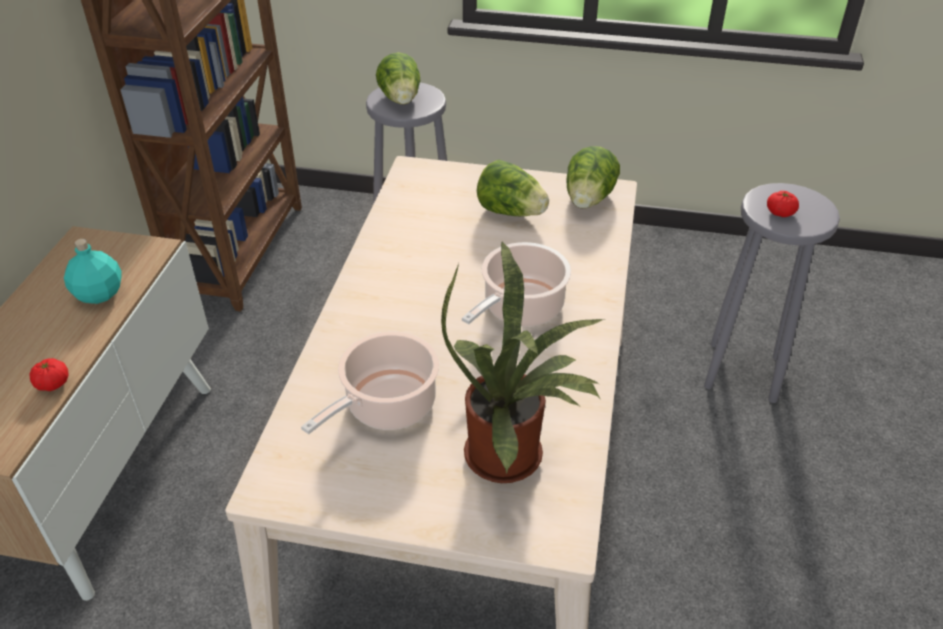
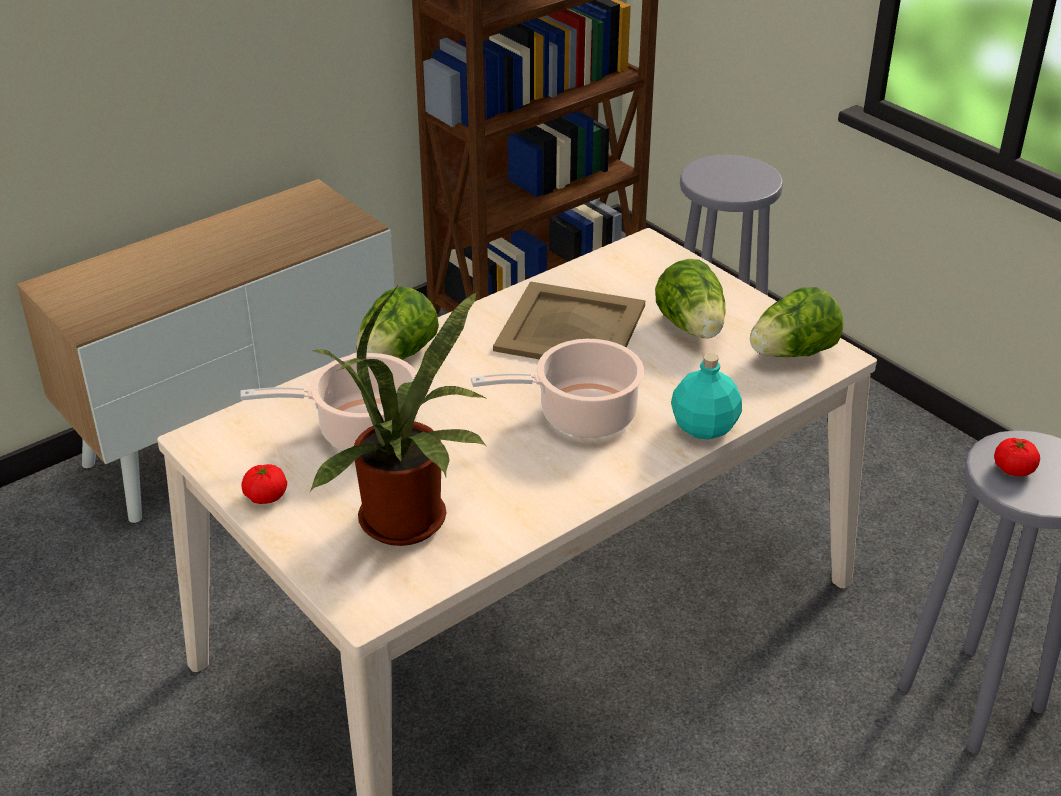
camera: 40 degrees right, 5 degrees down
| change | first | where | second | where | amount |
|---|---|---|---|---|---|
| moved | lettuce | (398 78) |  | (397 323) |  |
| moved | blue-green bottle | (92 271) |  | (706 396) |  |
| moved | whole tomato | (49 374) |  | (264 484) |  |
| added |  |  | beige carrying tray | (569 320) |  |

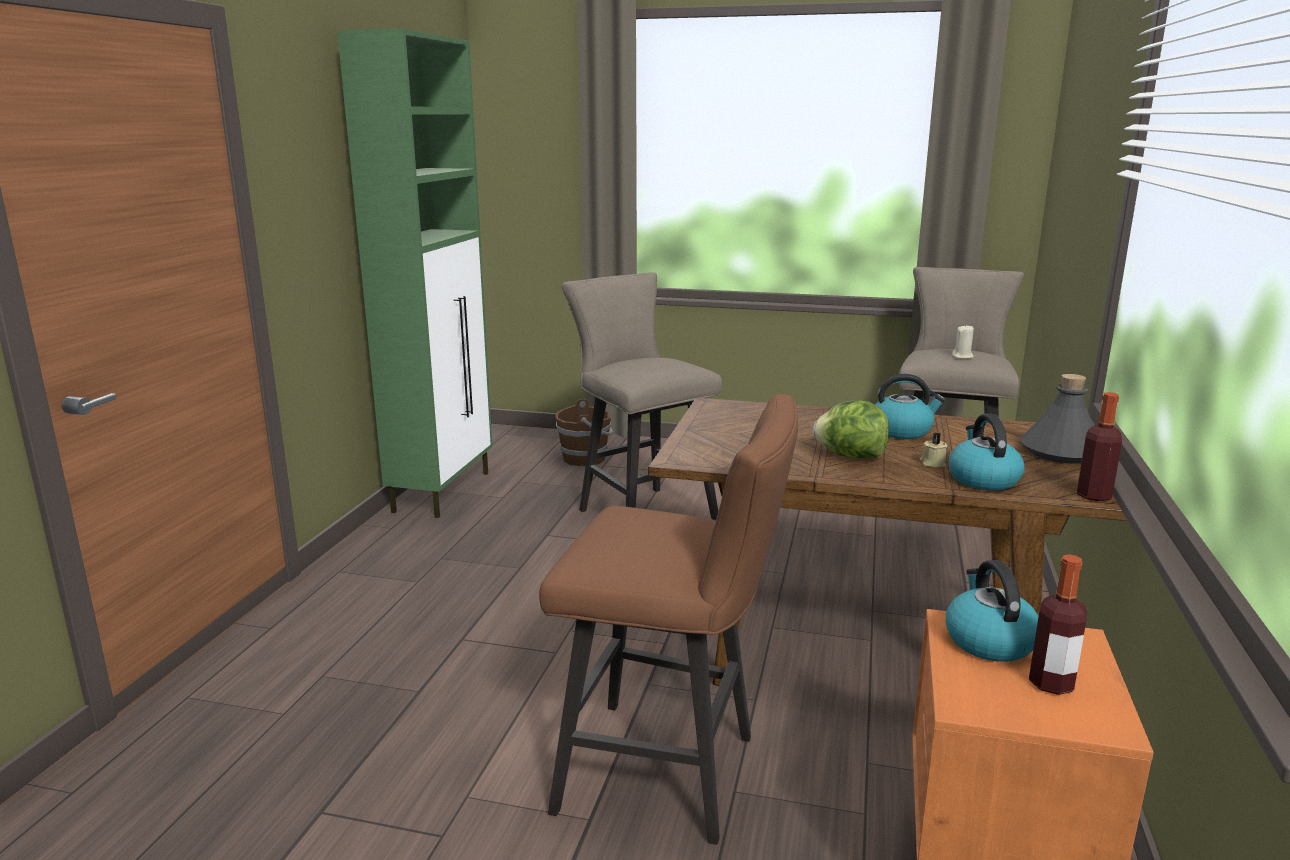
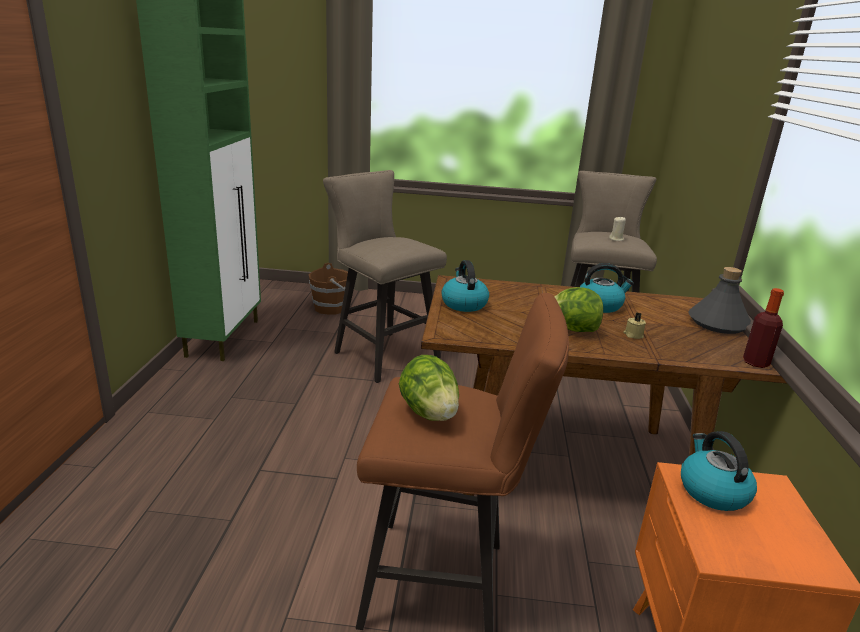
camera: 10 degrees left, 5 degrees up
| change | first | where | second | where | amount |
|---|---|---|---|---|---|
| moved | tea kettle | (987 452) |  | (465 286) |  |
| removed | bottle | (1058 624) |  |  |  |
| added |  |  | lettuce | (429 388) |  |

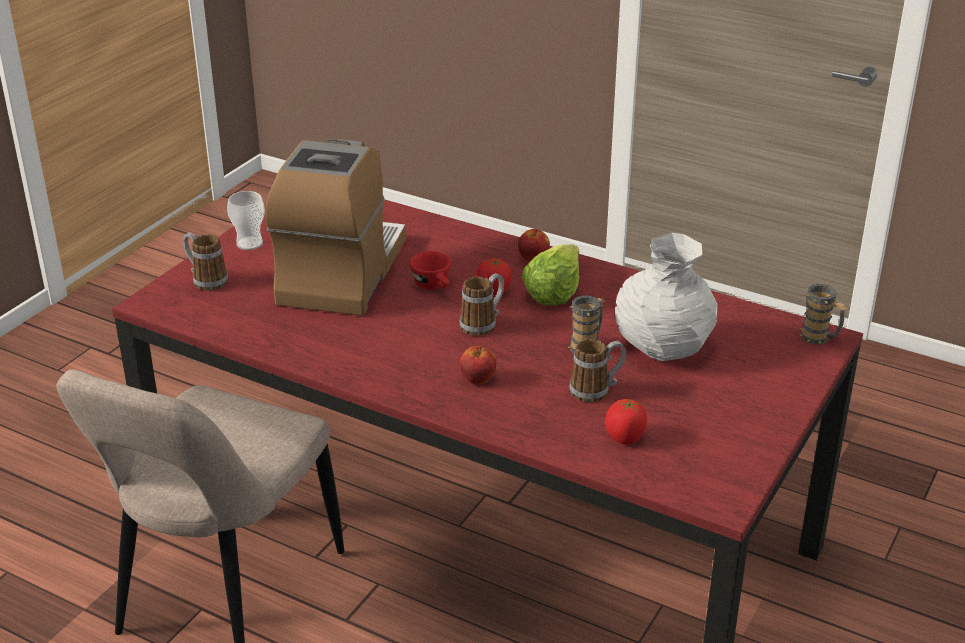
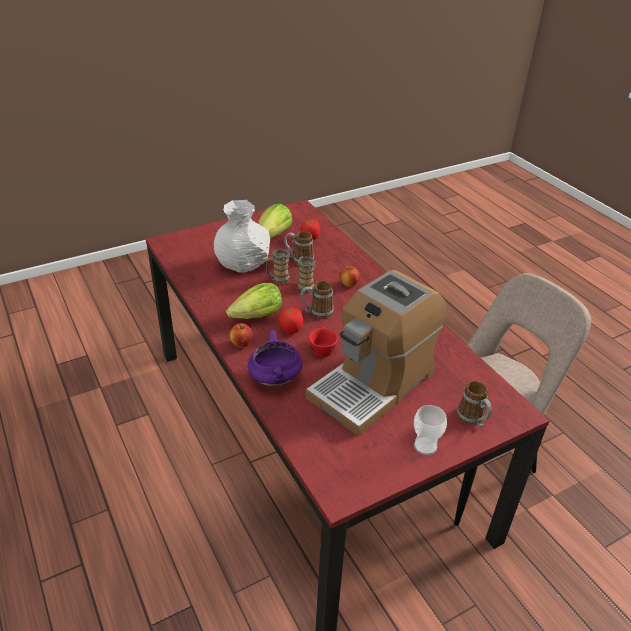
camera: 150 degrees left, 5 degrees up
| change | first | where | second | where | amount |
|---|---|---|---|---|---|
| moved | mug | (823 314) |  | (306 274) |  |
| added |  |  | lettuce | (275 221) |  |
| added |  |  | purple stockpot | (275 358) |  |

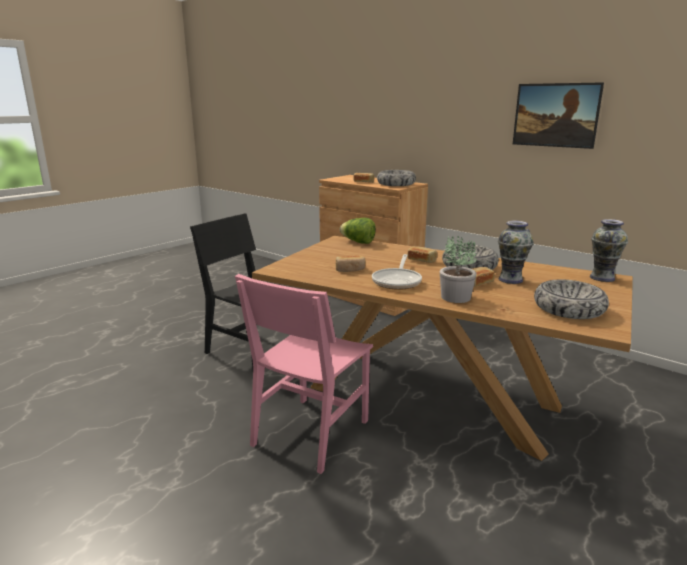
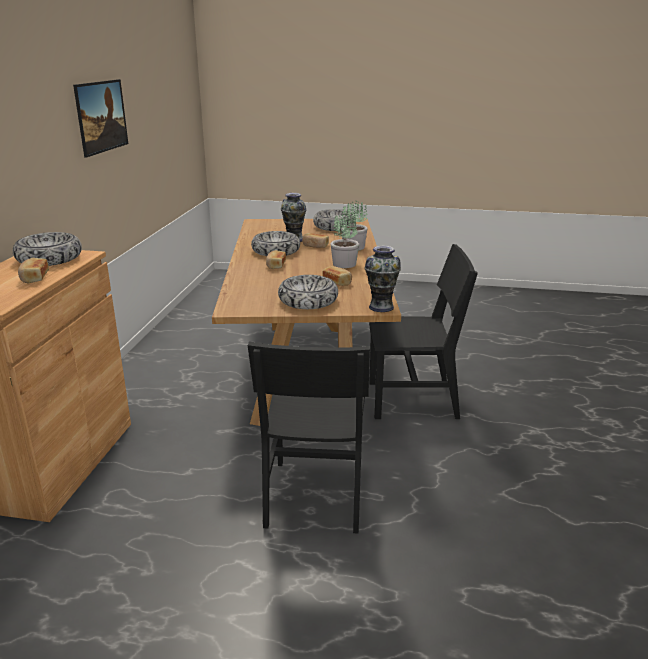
camera: 120 degrees left, 5 degrees up
| change | first | where | second | where | amount |
|---|---|---|---|---|---|
| removed | lettuce | (358 231) |  |  |  |
| moved | decorative vase | (609 250) |  | (383 279) |  |
| replaced | frying pan | (397 272) | plant in a pot | (345 239) |  |
| recoloured | pink plain chair | (304 374) | black-coloured plain chair | (423 331) |  |
| added |  |  | bowl | (308 292) |  |

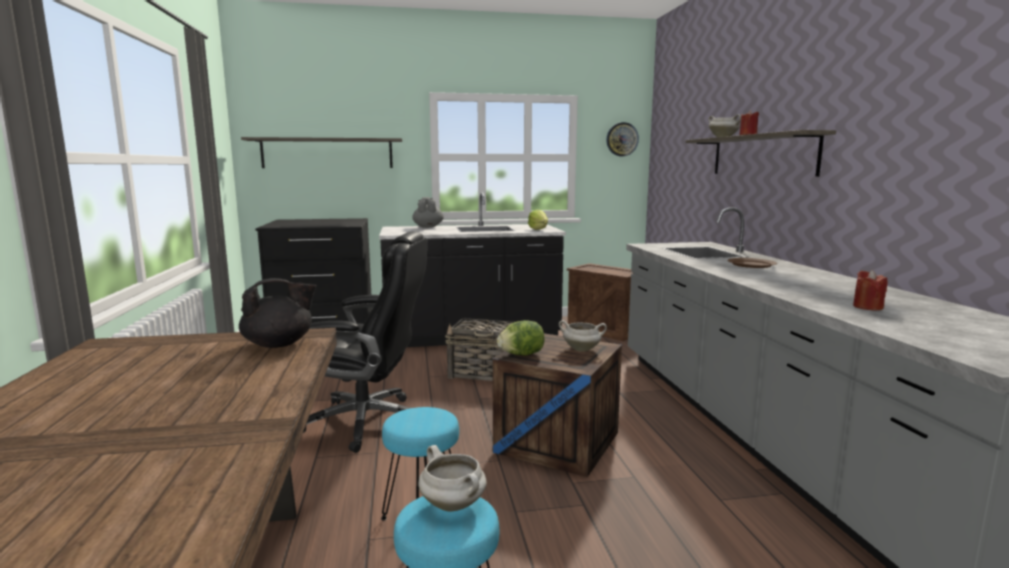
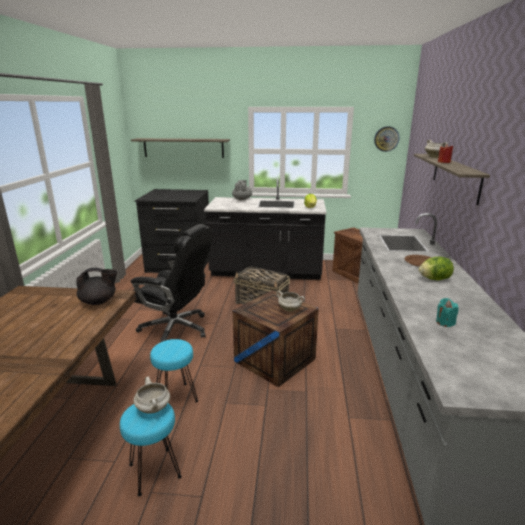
camera: 15 degrees right, 10 degrees up
| change | first | where | second | where | amount |
|---|---|---|---|---|---|
| recoloured | red wax candle | (870 290) | blue-green wax candle | (447 312) |  |
| moved | lettuce | (521 338) |  | (436 269) |  |

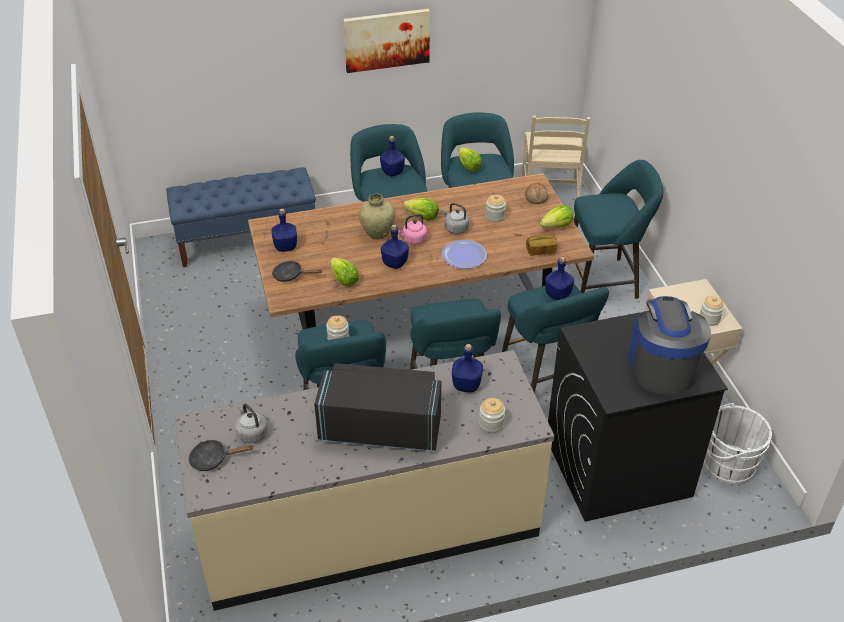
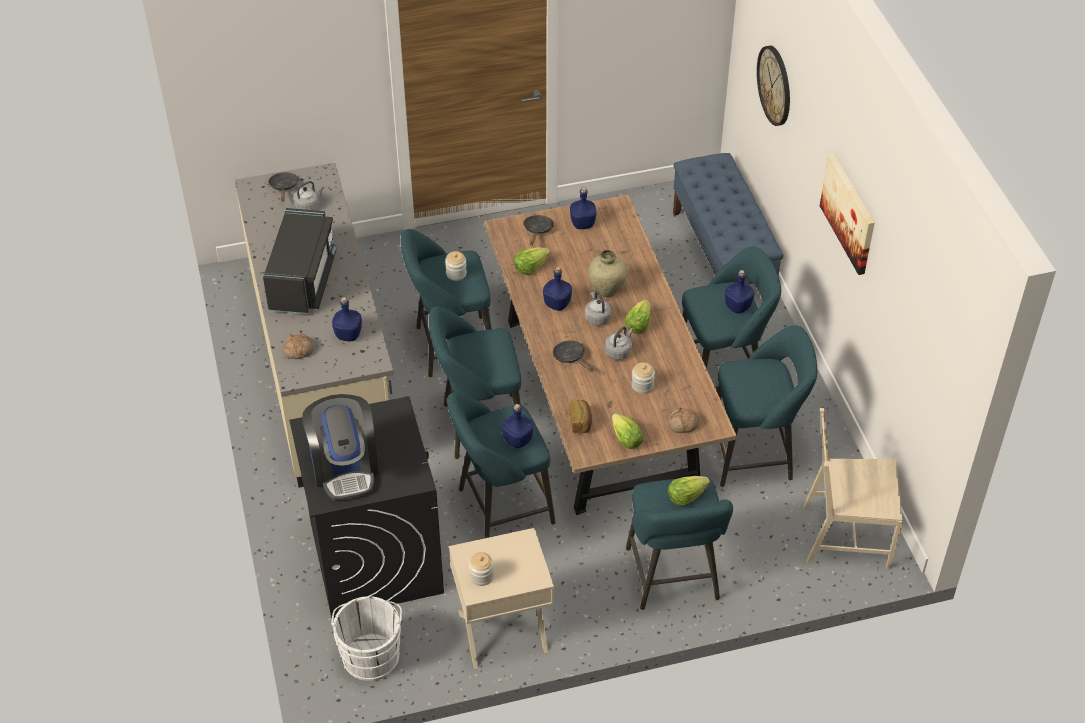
camera: 90 degrees right, 5 degrees up
| change | first | where | second | where | amount |
|---|---|---|---|---|---|
| moved | lettuce | (470 159) |  | (689 491) |  |
| recoloured | pink tea kettle | (412 229) | grey tea kettle | (598 308) |  |
| replaced | plate | (464 254) | black-coloured frying pan | (573 356) |  |
| turned | coffee machine | (669 345) |  | (340 447) | 75 degrees clockwise |
| replaced | jar | (492 415) | bread | (298 346) |  |
| added |  |  | hanging clock | (773 85) |  |

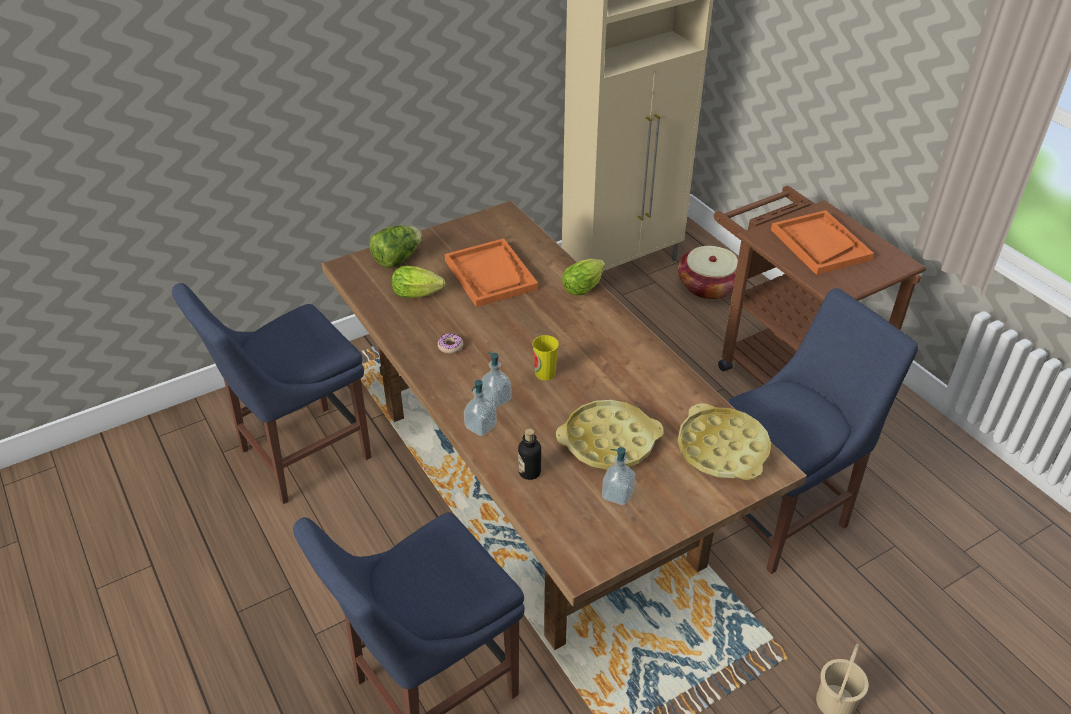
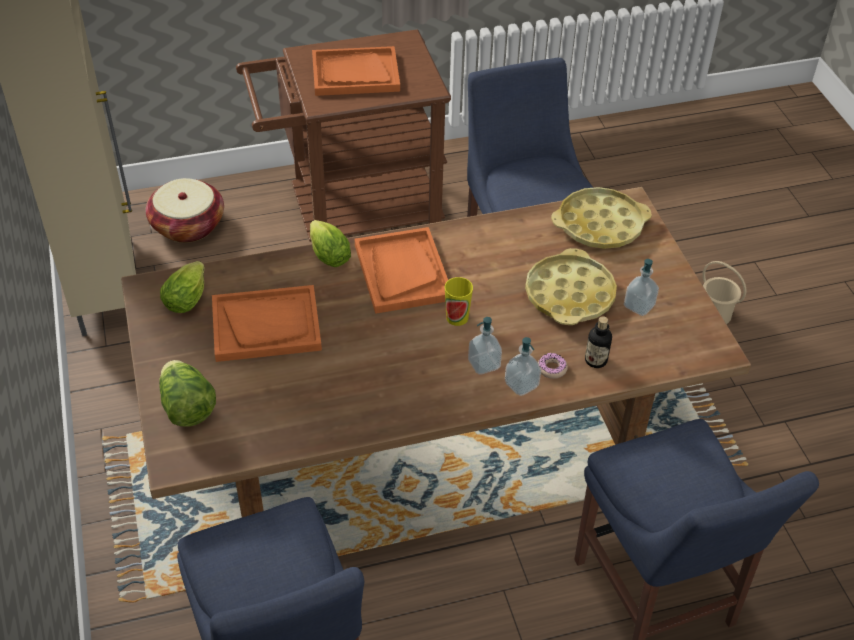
camera: 75 degrees left, 5 degrees up
| change | first | where | second | where | amount |
|---|---|---|---|---|---|
| moved | lettuce | (418 282) |  | (182 287) |  |
| moved | ring doughnut | (450 343) |  | (553 366) |  |
| added |  |  | orange-coloured carrying tray | (401 270) |  |

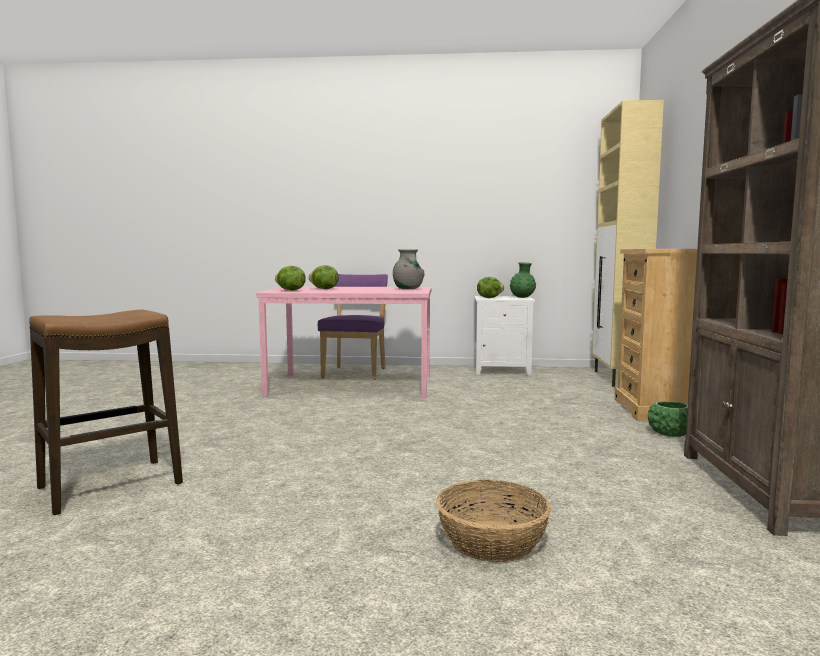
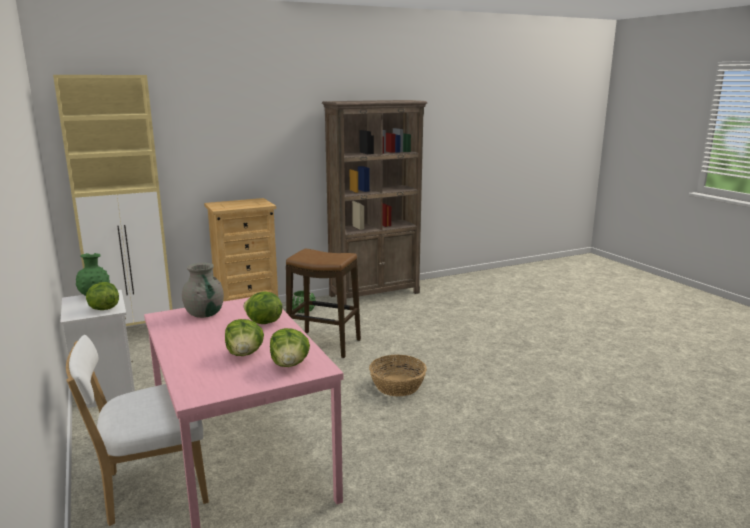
camera: 120 degrees left, 10 degrees up
| change | first | where | second | where | amount |
|---|---|---|---|---|---|
| recoloured | purple plain chair | (353 327) | white plain chair | (137 430) |  |
| moved | stool | (106 412) |  | (323 303) |  |
| moved | household basket | (493 521) |  | (398 375) |  |
| added |  |  | lettuce | (263 307) |  |

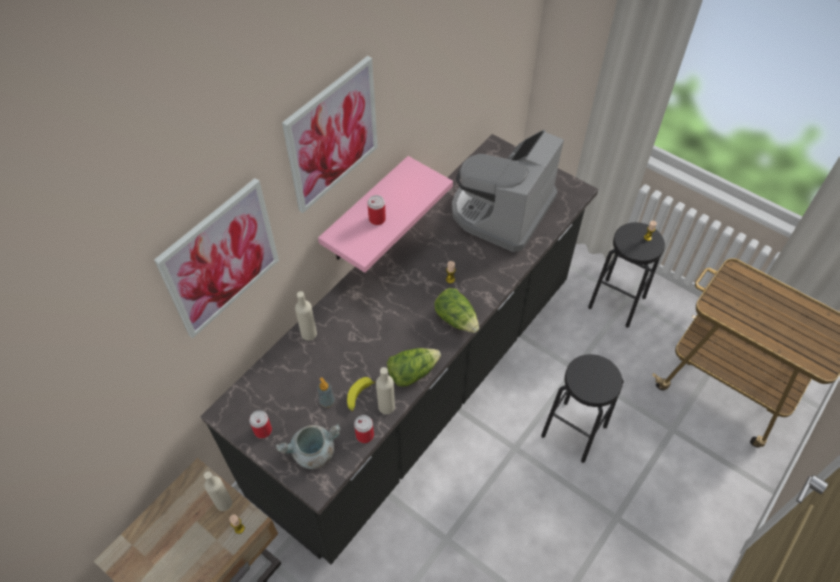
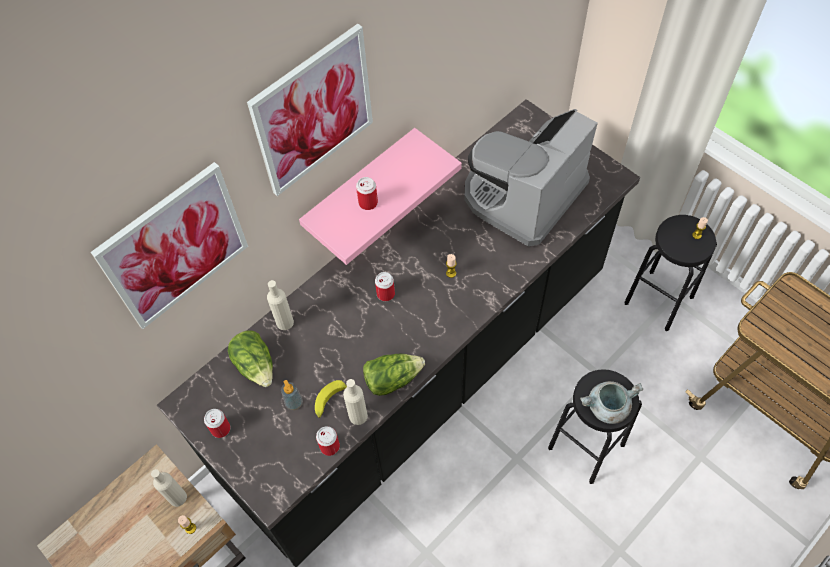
camera: 10 degrees right, 5 degrees up
| change | first | where | second | where | amount |
|---|---|---|---|---|---|
| moved | lettuce | (456 310) |  | (250 358) |  |
| moved | grey stockpot | (308 446) |  | (611 402) |  |
| added |  |  | metal can | (385 286) |  |

